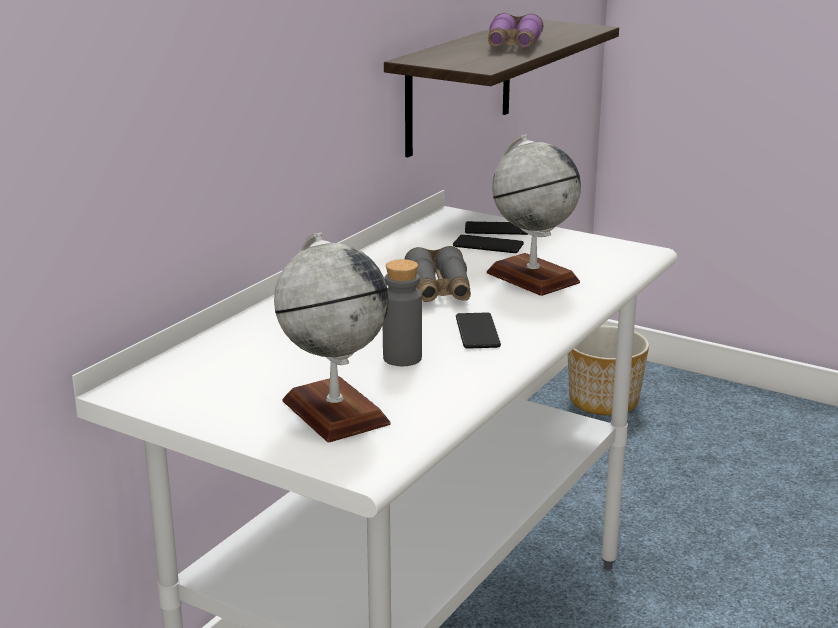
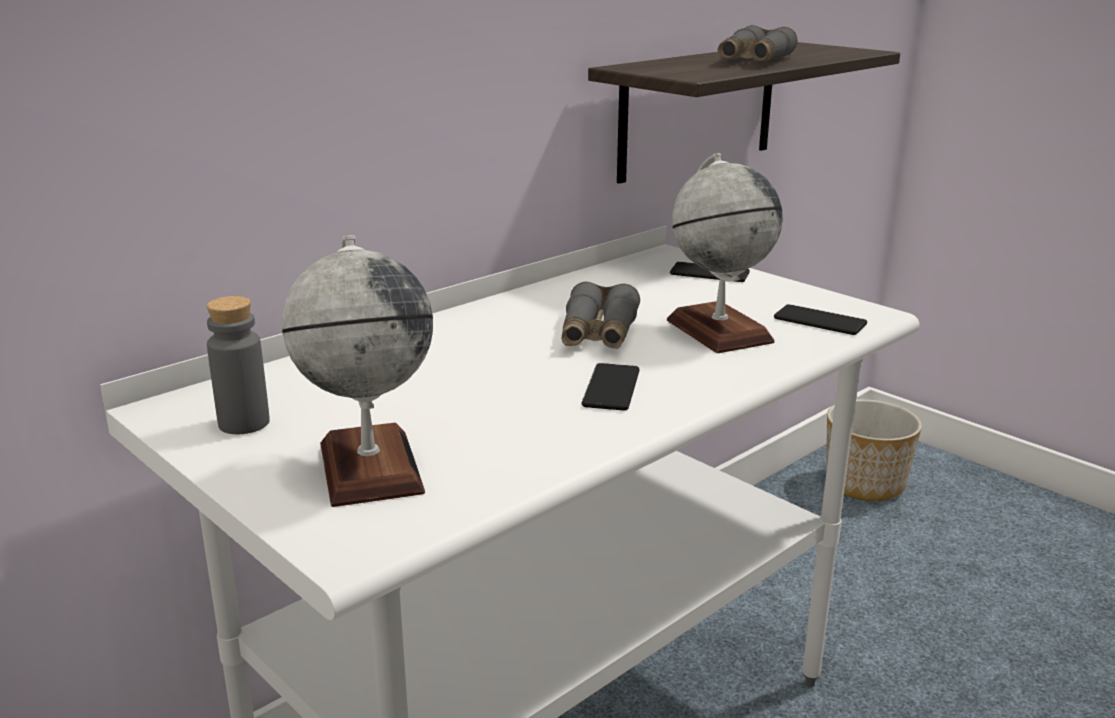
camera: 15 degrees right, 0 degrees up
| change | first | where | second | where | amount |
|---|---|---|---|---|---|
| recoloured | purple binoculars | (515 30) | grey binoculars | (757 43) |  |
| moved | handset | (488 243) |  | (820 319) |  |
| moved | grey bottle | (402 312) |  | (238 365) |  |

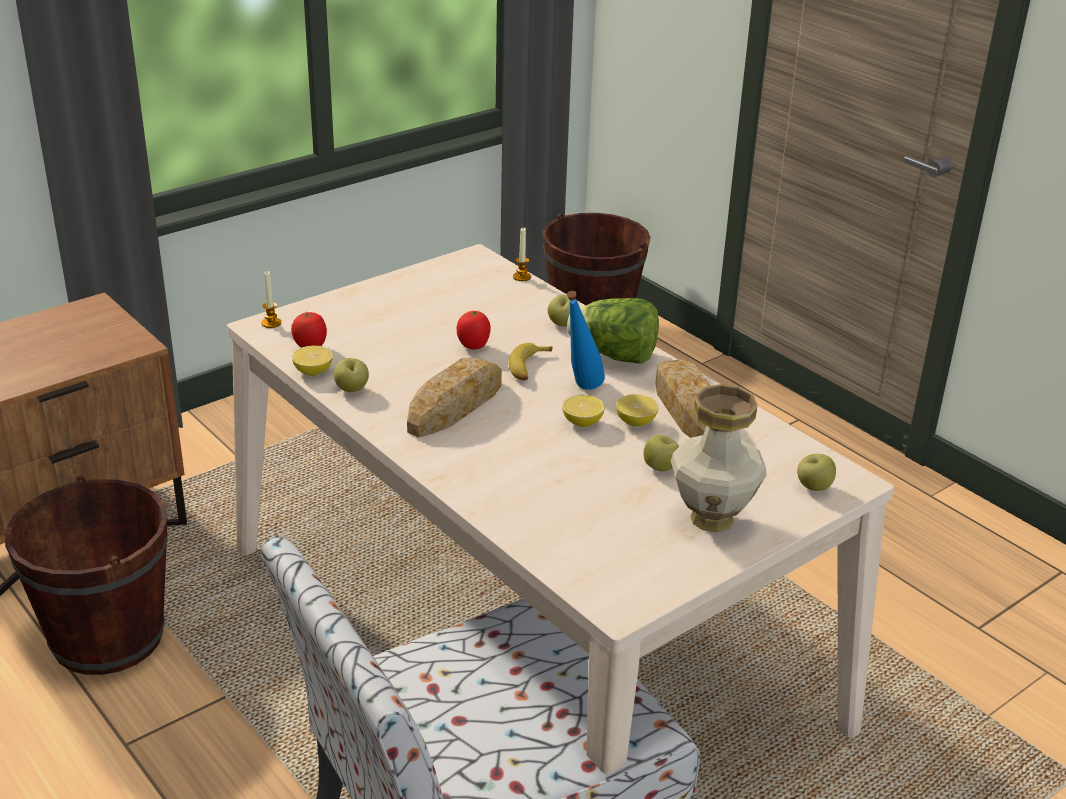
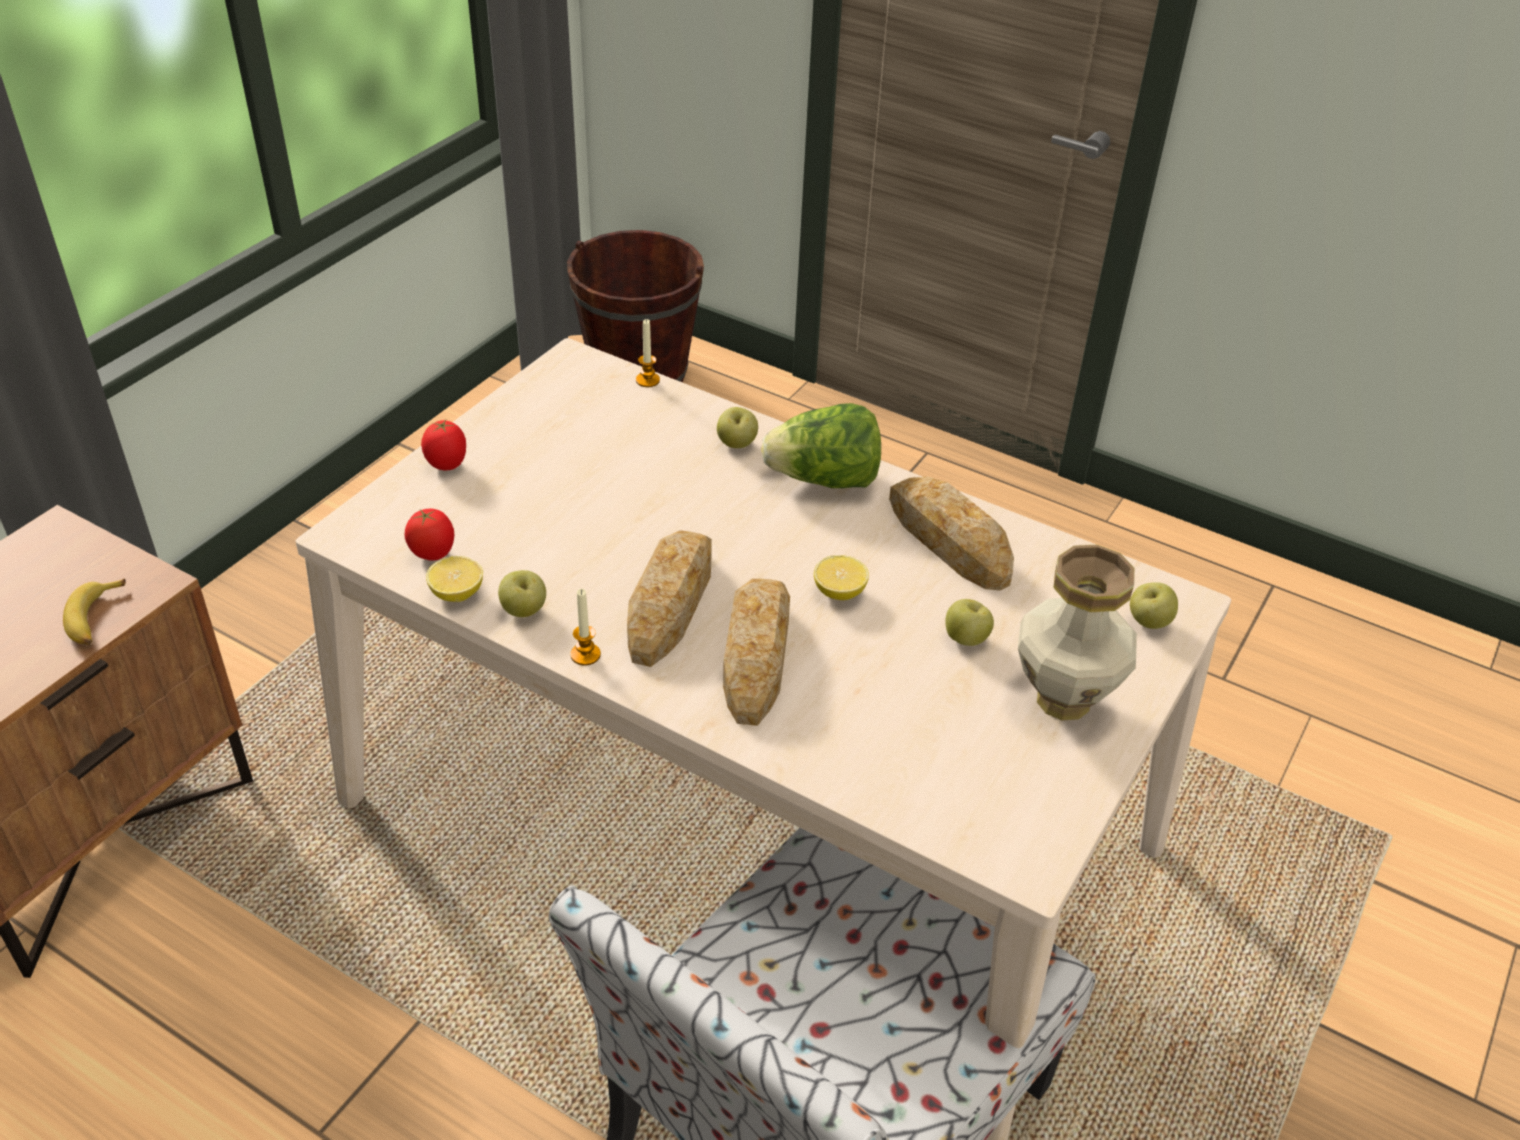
camera: 20 degrees left, 10 degrees up
| change | first | where | second | where | amount |
|---|---|---|---|---|---|
| moved | wax candle | (271 299) |  | (585 627) |  |
| removed | blue bottle | (586 340) |  |  |  |
| moved | whole tomato | (474 330) |  | (443 445) |  |
| moved | banana fruit | (530 362) |  | (94 612) |  |
| removed | citrus fruit | (637 410) |  |  |  |
| removed | brown pail | (86 575) |  |  |  |
| added |  |  | bread | (756 652) |  |

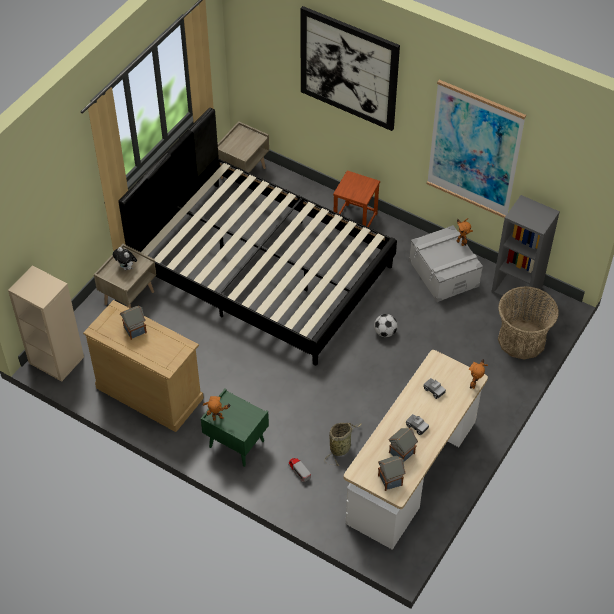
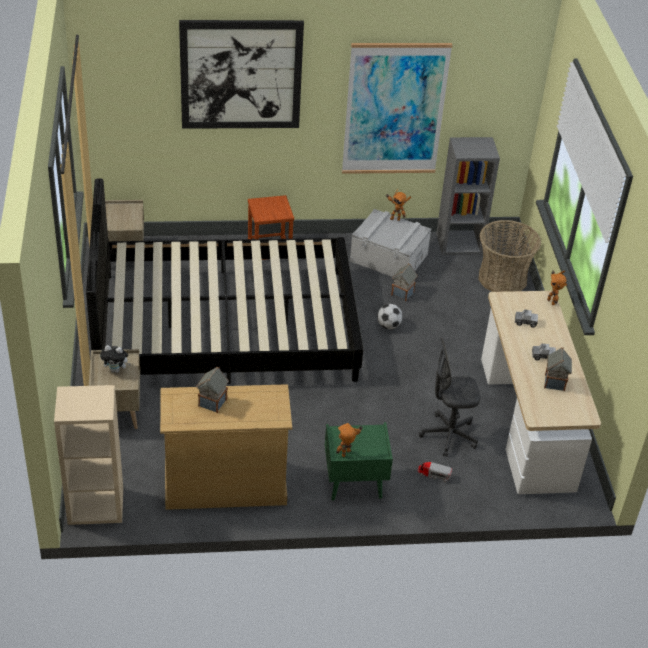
camera: 40 degrees left, 10 degrees down
| change | first | where | second | where | amount |
|---|---|---|---|---|---|
| replaced | household basket | (342 444) | grey office chair | (449 397) |  |
| moved | toy house | (392 473) |  | (404 282) |  |

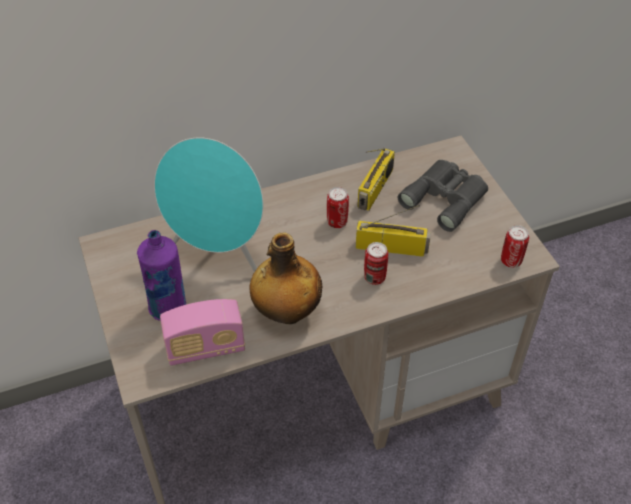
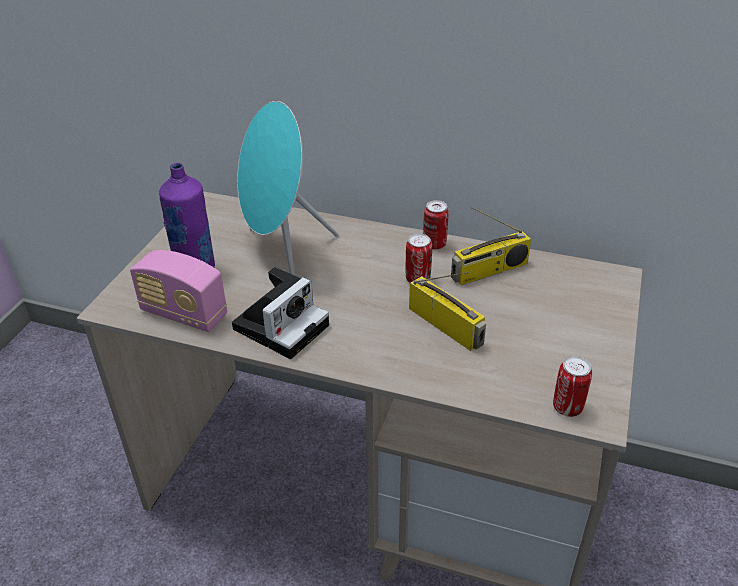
camera: 40 degrees right, 10 degrees down
| change | first | where | second | where | amount |
|---|---|---|---|---|---|
| removed | grey binoculars | (443 196) |  |  |  |
| replaced | bottle | (286 278) | photo camera | (280 313) |  |
| moved | metal can | (376 263) |  | (436 225) |  |

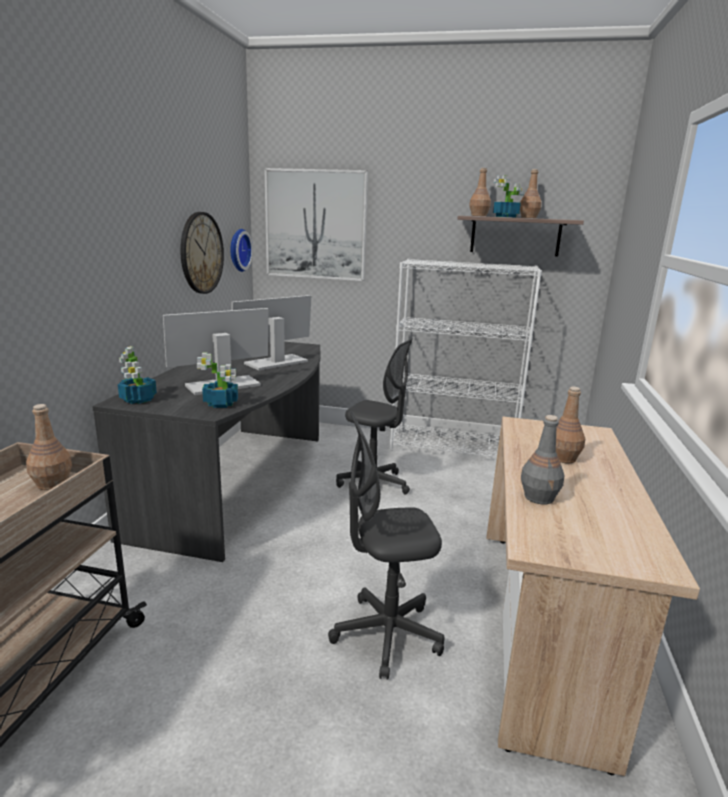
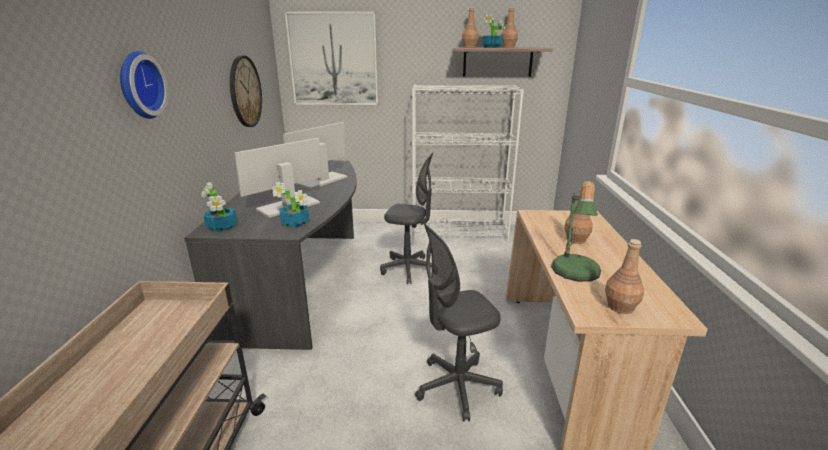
camera: 10 degrees left, 5 degrees up
| change | first | where | second | where | amount |
|---|---|---|---|---|---|
| moved | hanging clock | (241 250) |  | (144 85) |  |
| moved | brown bottle | (49 447) |  | (624 276) |  |
| replaced | grey bottle | (542 460) | tabletop lamp | (576 231) |  |

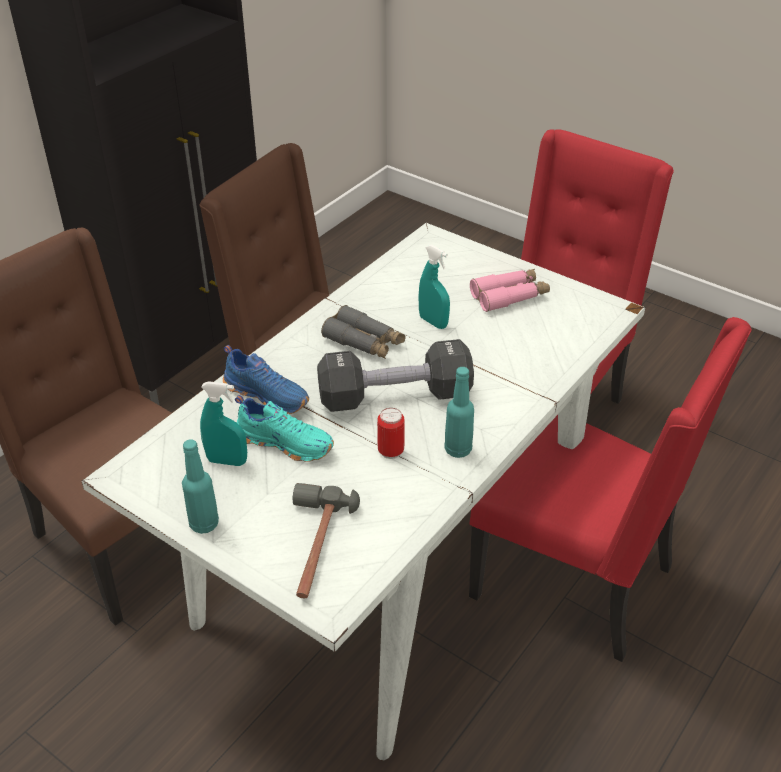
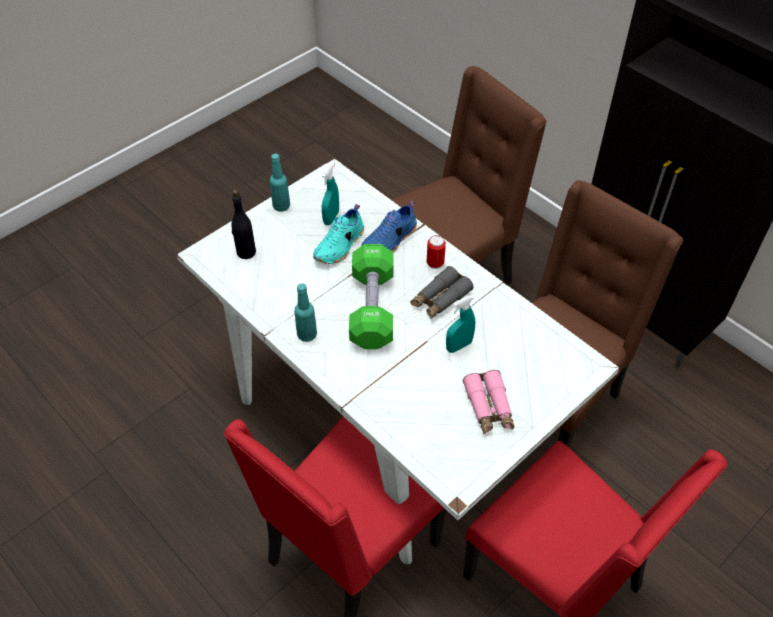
camera: 100 degrees right, 10 degrees up
| change | first | where | second | where | amount |
|---|---|---|---|---|---|
| recoloured | black-coloured free weight | (395 375) | green free weight | (371 296) |  |
| moved | metal can | (391 433) |  | (436 252) |  |
| replaced | hammer | (326 540) | black-coloured bottle | (243 224) |  |

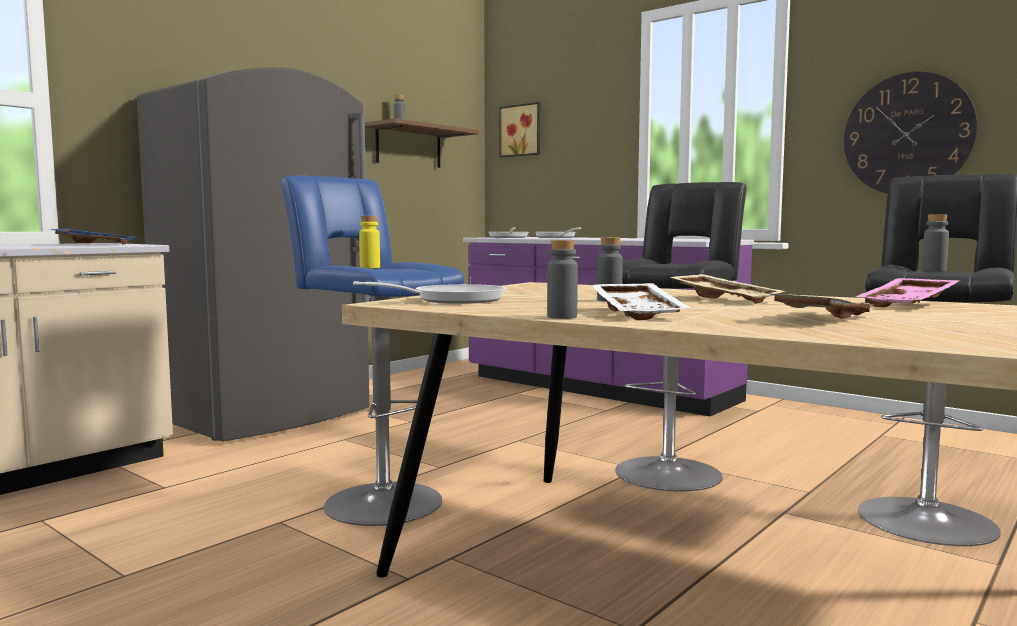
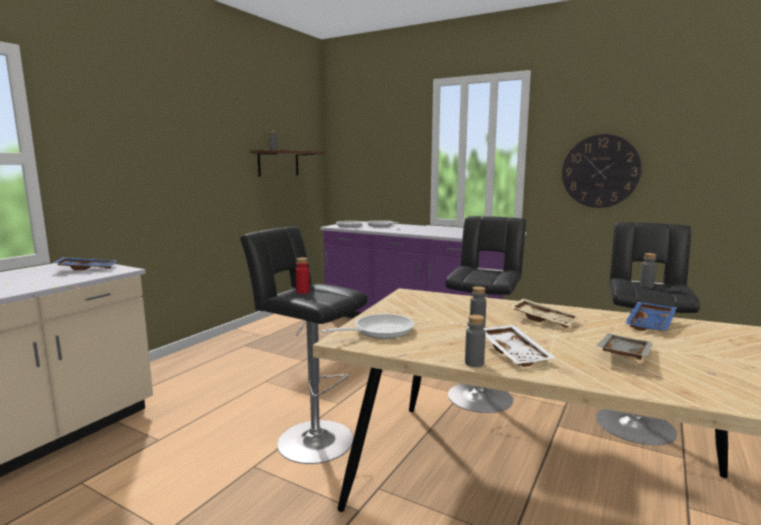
camera: 10 degrees left, 5 degrees up
| change | first | where | second | where | amount |
|---|---|---|---|---|---|
| removed | grey fridge | (253 255) |  |  |  |
| removed | wall art | (519 129) |  |  |  |
| recoloured | blue stool | (372 351) | black-coloured stool | (304 345) |  |
| recoloured | yellow bottle | (369 242) | red bottle | (302 275) |  |
| recoloured | pink carrying tray | (908 292) | blue carrying tray | (651 316) |  |

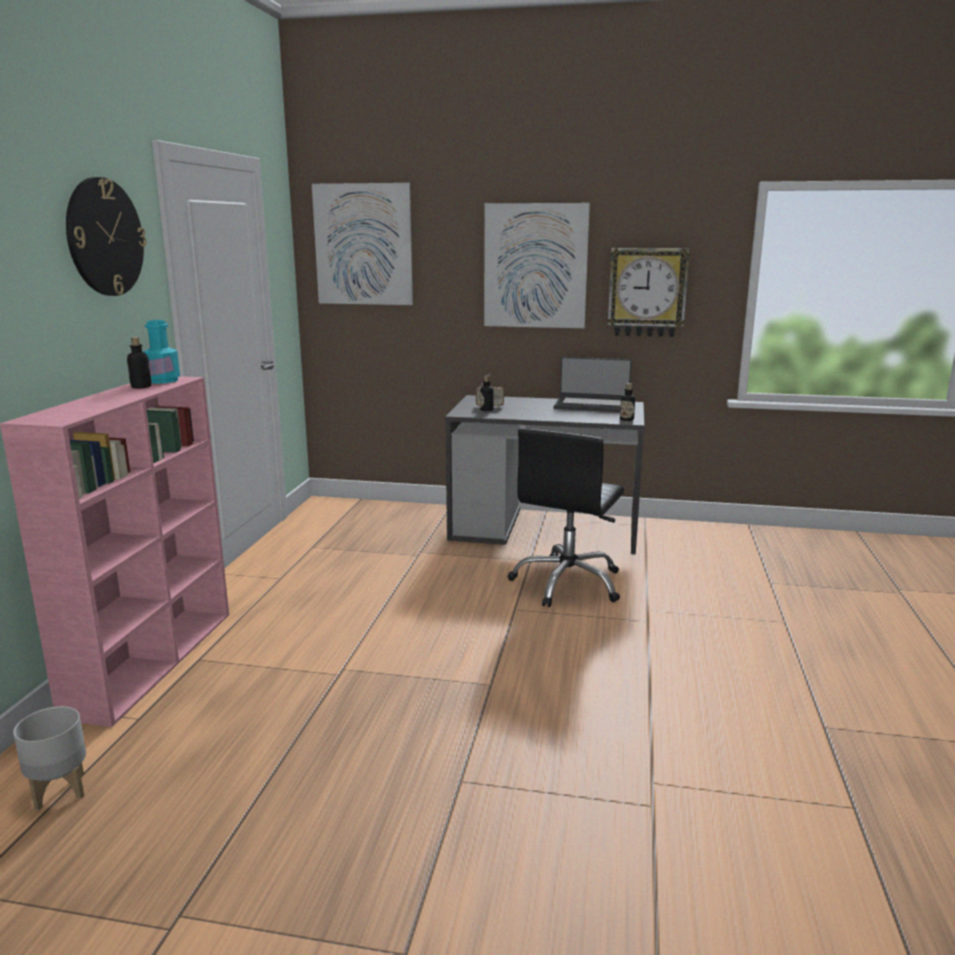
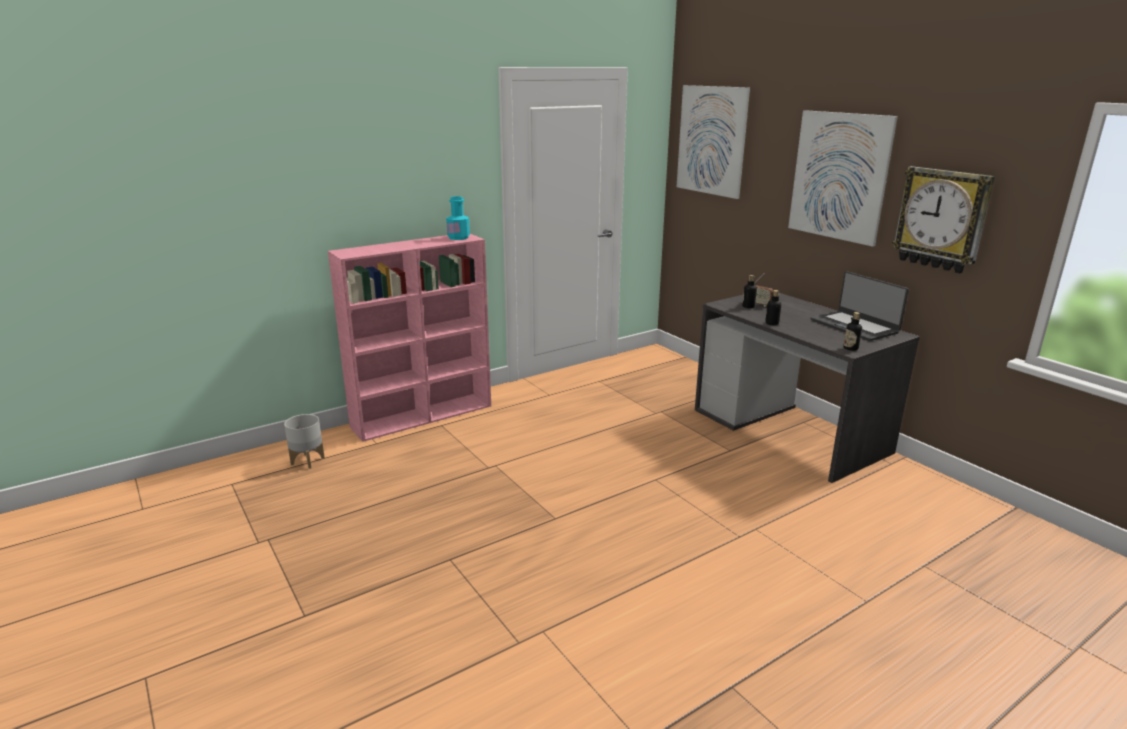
camera: 45 degrees right, 5 degrees up
| change | first | where | second | where | amount |
|---|---|---|---|---|---|
| removed | hanging clock | (106 236) |  |  |  |
| moved | bottle | (139 363) |  | (773 307) |  |
| removed | black-coloured office chair | (566 517) |  |  |  |

